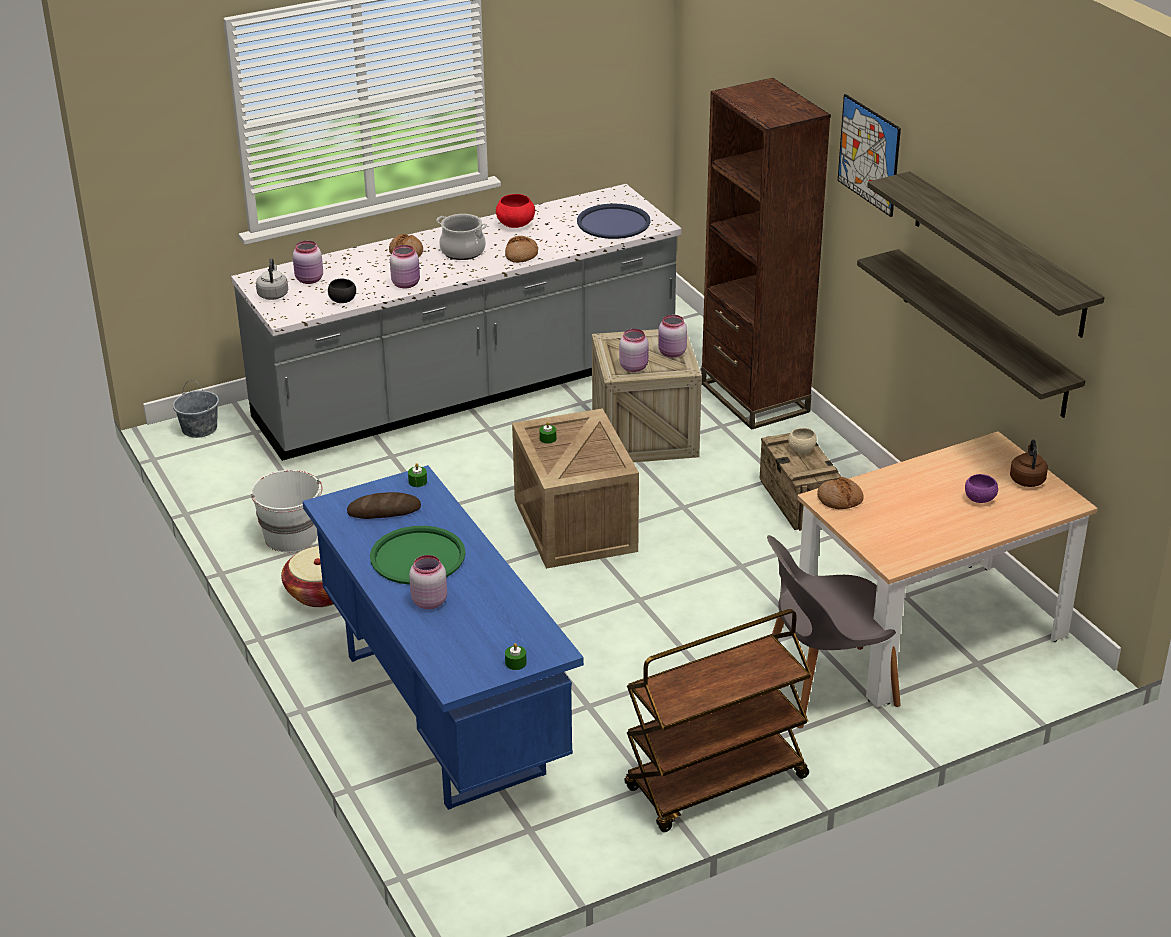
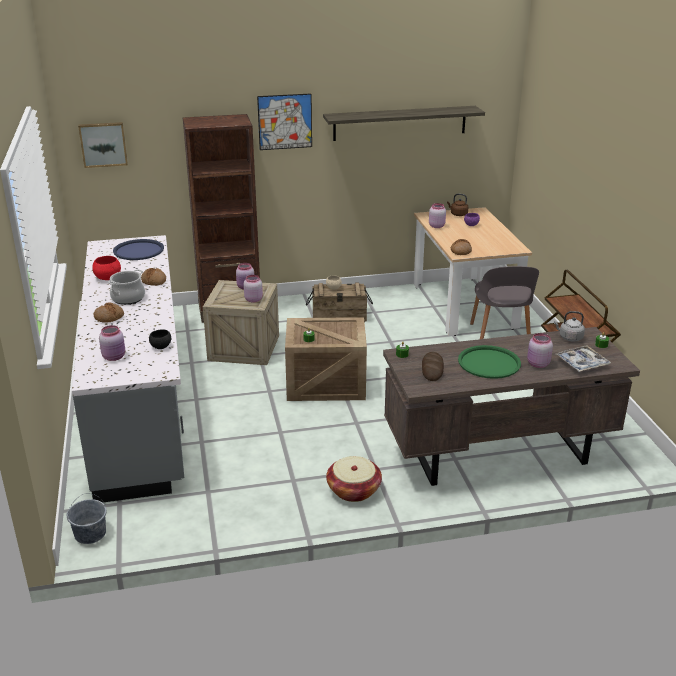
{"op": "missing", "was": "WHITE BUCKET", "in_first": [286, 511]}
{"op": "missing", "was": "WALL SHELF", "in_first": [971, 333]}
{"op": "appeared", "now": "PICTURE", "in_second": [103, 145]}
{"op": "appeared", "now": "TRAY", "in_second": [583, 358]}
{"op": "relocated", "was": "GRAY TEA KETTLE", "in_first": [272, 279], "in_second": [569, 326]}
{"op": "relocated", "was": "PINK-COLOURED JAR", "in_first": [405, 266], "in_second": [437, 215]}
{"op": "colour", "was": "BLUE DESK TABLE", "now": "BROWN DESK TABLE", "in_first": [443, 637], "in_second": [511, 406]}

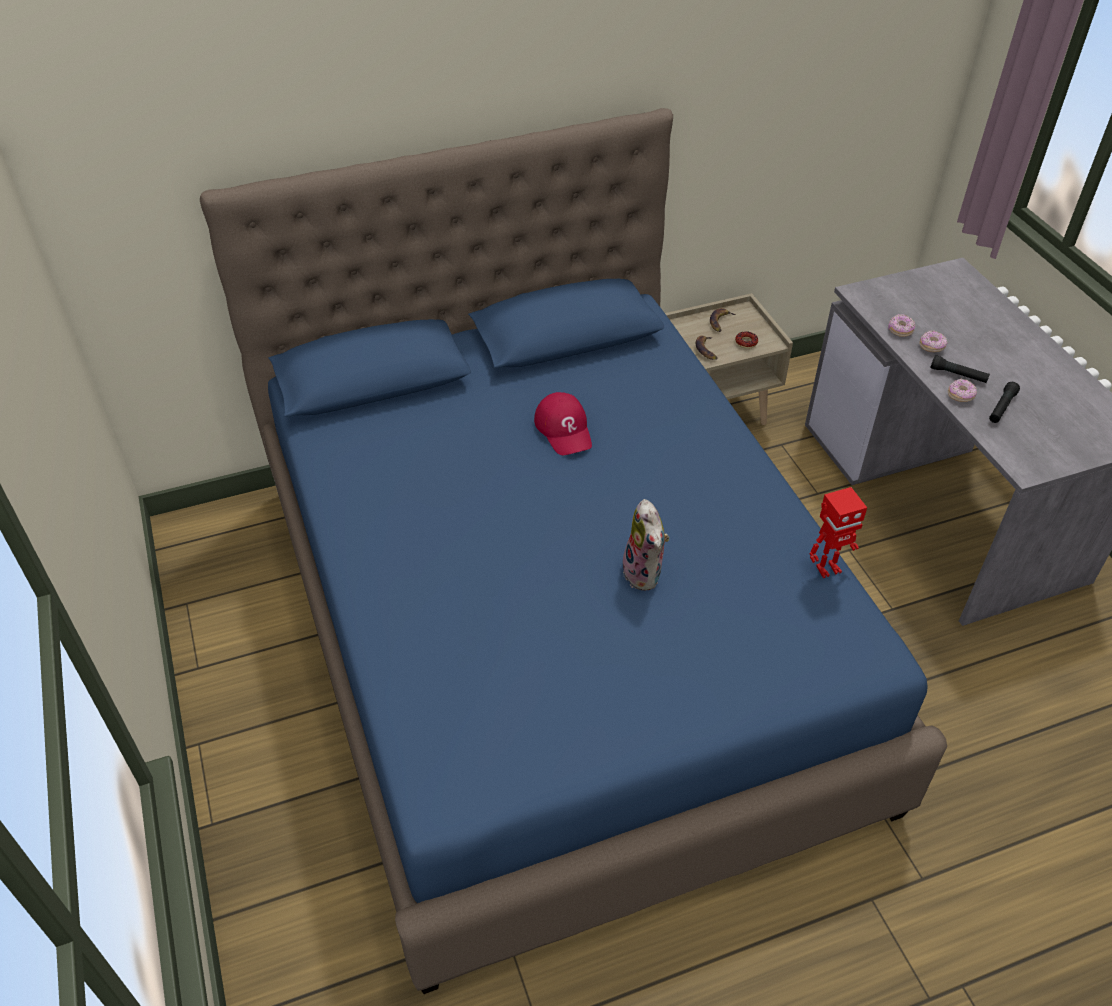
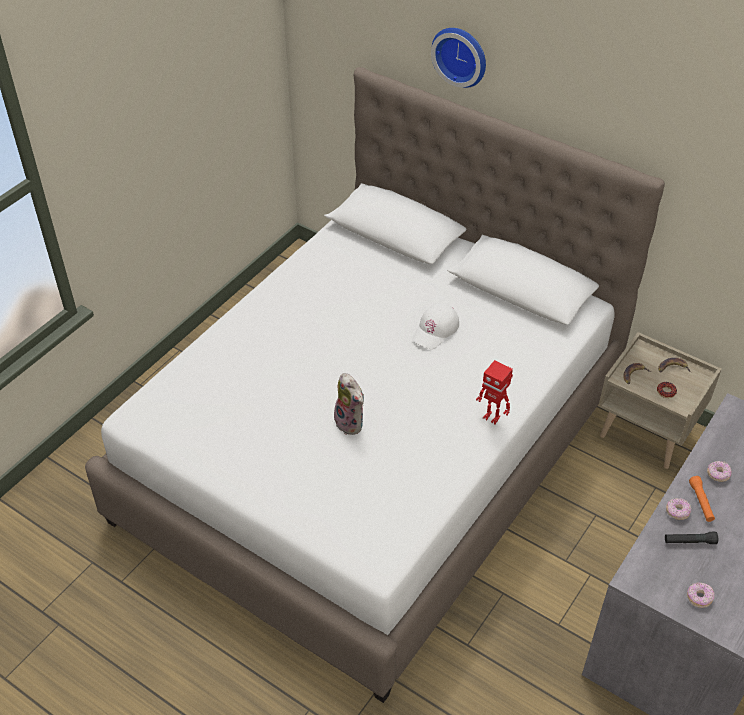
{"op": "appeared", "now": "CLOCK ON THE WALL", "in_second": [458, 58]}
{"op": "relocated", "was": "MODEL ROBOT", "in_first": [838, 532], "in_second": [494, 392]}
{"op": "relocated", "was": "DONUT", "in_first": [901, 325], "in_second": [701, 595]}
{"op": "colour", "was": "BLUE BEDROOM BED", "now": "WHITE BEDROOM BED", "in_first": [573, 551], "in_second": [375, 385]}
{"op": "colour", "was": "REDDISH CAP", "now": "WHITE CAP", "in_first": [563, 423], "in_second": [435, 326]}
{"op": "colour", "was": "BLACK HAND TORCH", "now": "ORANGEY HAND TORCH", "in_first": [960, 369], "in_second": [702, 499]}
{"op": "spun", "was": "CUDDLY TOY", "in_first": [644, 545], "in_second": [349, 404], "clockwise": -75}

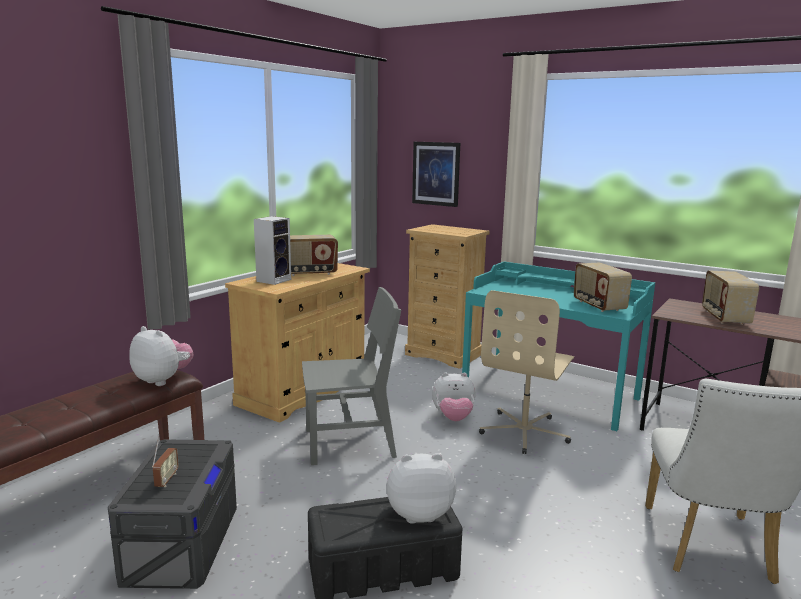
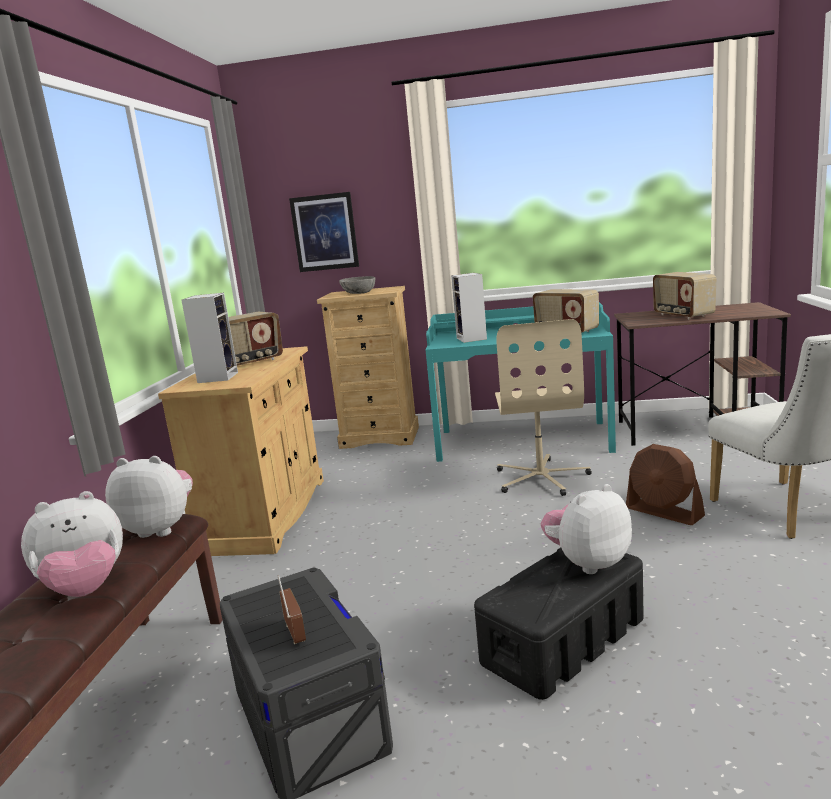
{"op": "missing", "was": "GRAY CHAIR", "in_first": [351, 376]}
{"op": "appeared", "now": "GRAY BOWL", "in_second": [357, 285]}
{"op": "appeared", "now": "AUDIO SPEAKER", "in_second": [469, 308]}
{"op": "appeared", "now": "BROWN COOLING FAN", "in_second": [665, 484]}
{"op": "relocated", "was": "CUDDLY TOY", "in_first": [453, 396], "in_second": [72, 544]}

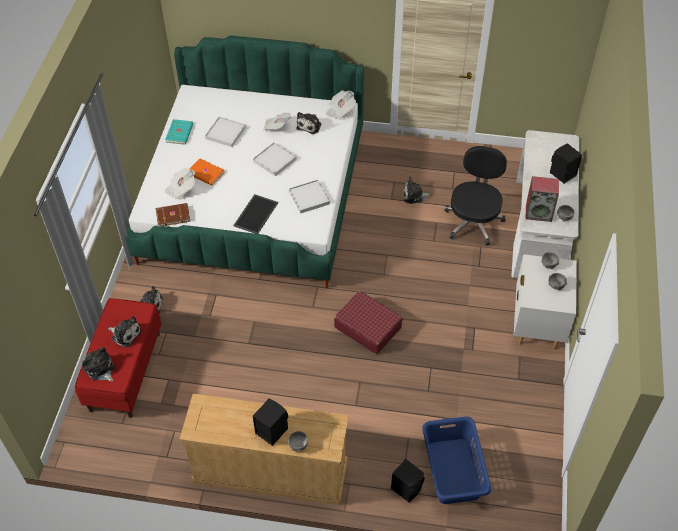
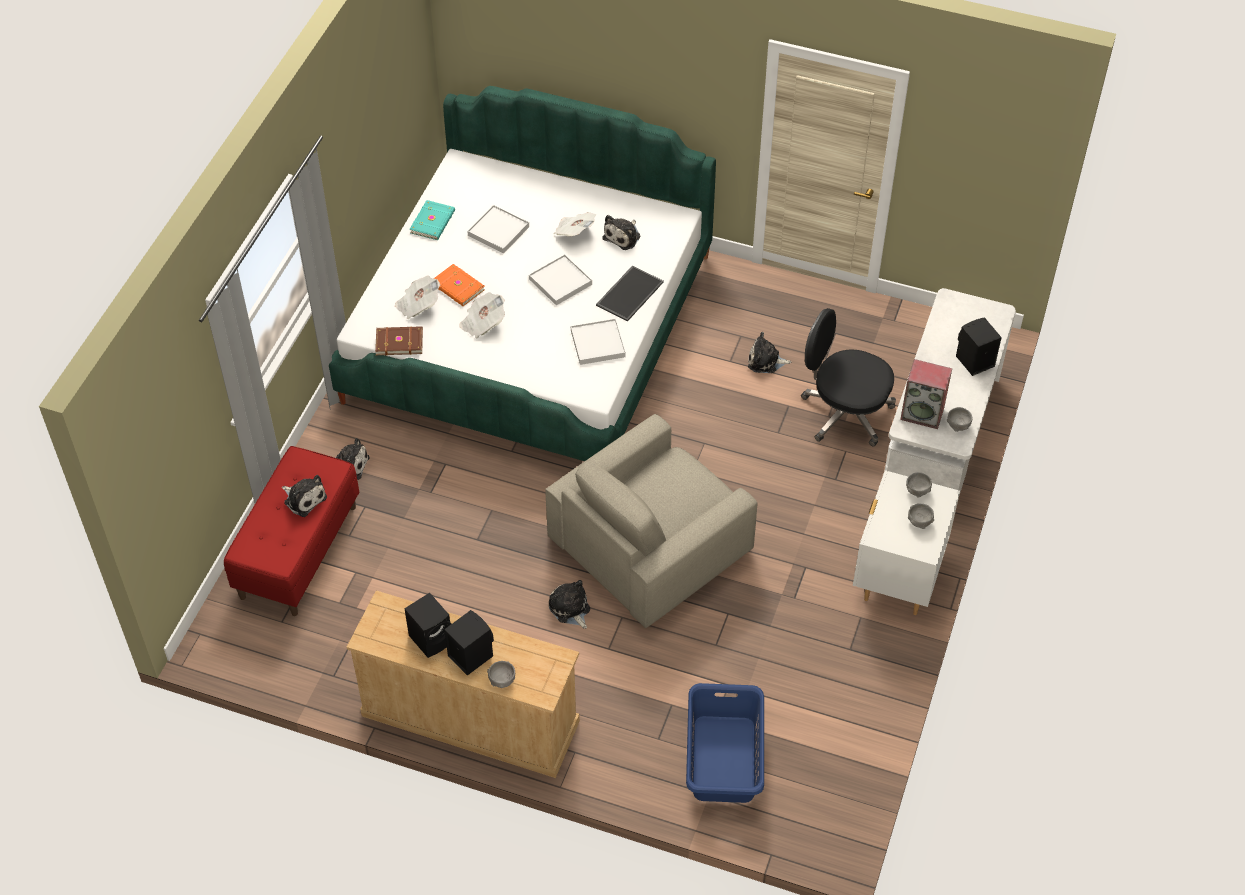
{"op": "relocated", "was": "CUDDLY TOY", "in_first": [98, 364], "in_second": [569, 604]}
{"op": "relocated", "was": "TRAY", "in_first": [255, 214], "in_second": [630, 293]}
{"op": "relocated", "was": "DAILY PAPER", "in_first": [341, 105], "in_second": [482, 315]}
{"op": "relocated", "was": "BLACK AUDIO SPEAKER", "in_first": [408, 480], "in_second": [428, 625]}
{"op": "exchanged", "was": "REDDISH SUITCASE", "now": "BEIGE LOUNGE CHAIR", "in_first": [368, 322], "in_second": [651, 521]}
{"op": "spun", "was": "BLACK OFFICE CHAIR", "in_first": [475, 196], "in_second": [848, 377], "clockwise": -90}

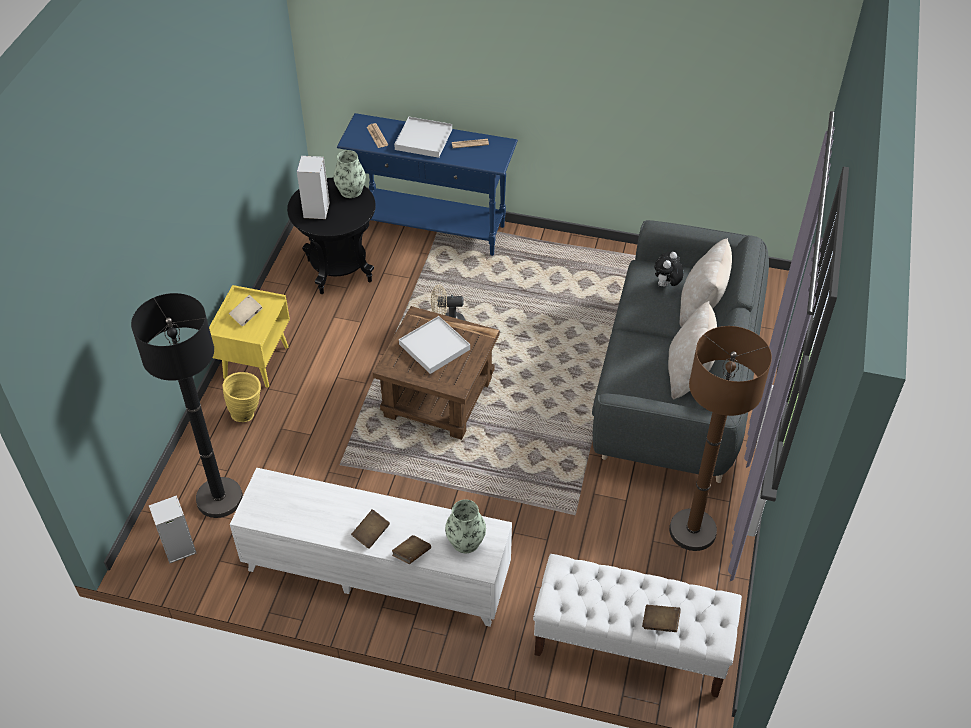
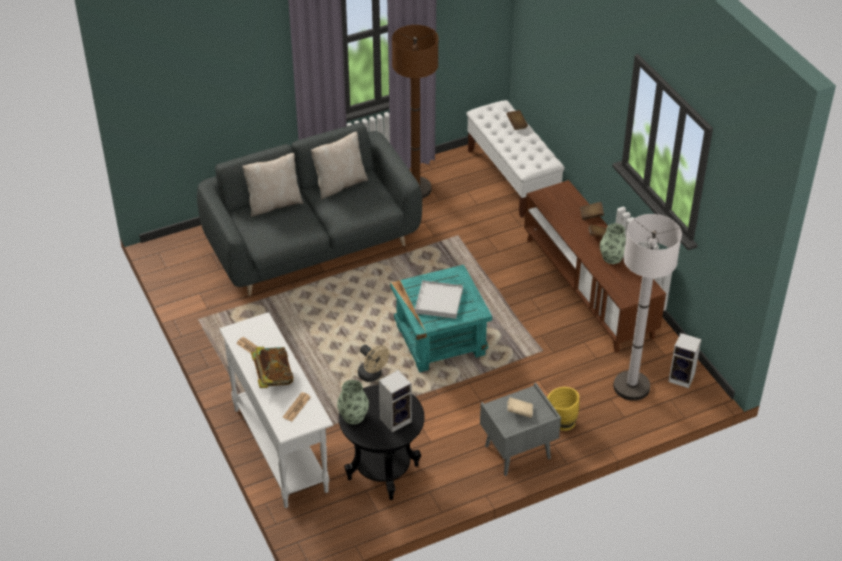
{"op": "missing", "was": "CUDDLY TOY", "in_first": [669, 269]}
{"op": "relocated", "was": "FLOWER VASE", "in_first": [465, 526], "in_second": [613, 243]}
{"op": "exchanged", "was": "WHITE TRAY", "now": "VOLUME", "in_first": [423, 137], "in_second": [272, 367]}
{"op": "colour", "was": "BLACK STANDING LAMP", "now": "WHITE STANDING LAMP", "in_first": [187, 405], "in_second": [647, 307]}
{"op": "colour", "was": "YELLOWISH NIGHT TABLE", "now": "GRAY NIGHT TABLE", "in_first": [249, 336], "in_second": [520, 429]}
{"op": "colour", "was": "WHITE TV STAND", "now": "BROWN TV STAND", "in_first": [371, 547], "in_second": [595, 266]}
{"op": "colour", "was": "BLUE HALL TABLE", "now": "WHITE HALL TABLE", "in_first": [427, 184], "in_second": [276, 410]}
{"op": "colour", "was": "BROWN END TABLE", "now": "TURQUOISE END TABLE", "in_first": [436, 373], "in_second": [441, 318]}

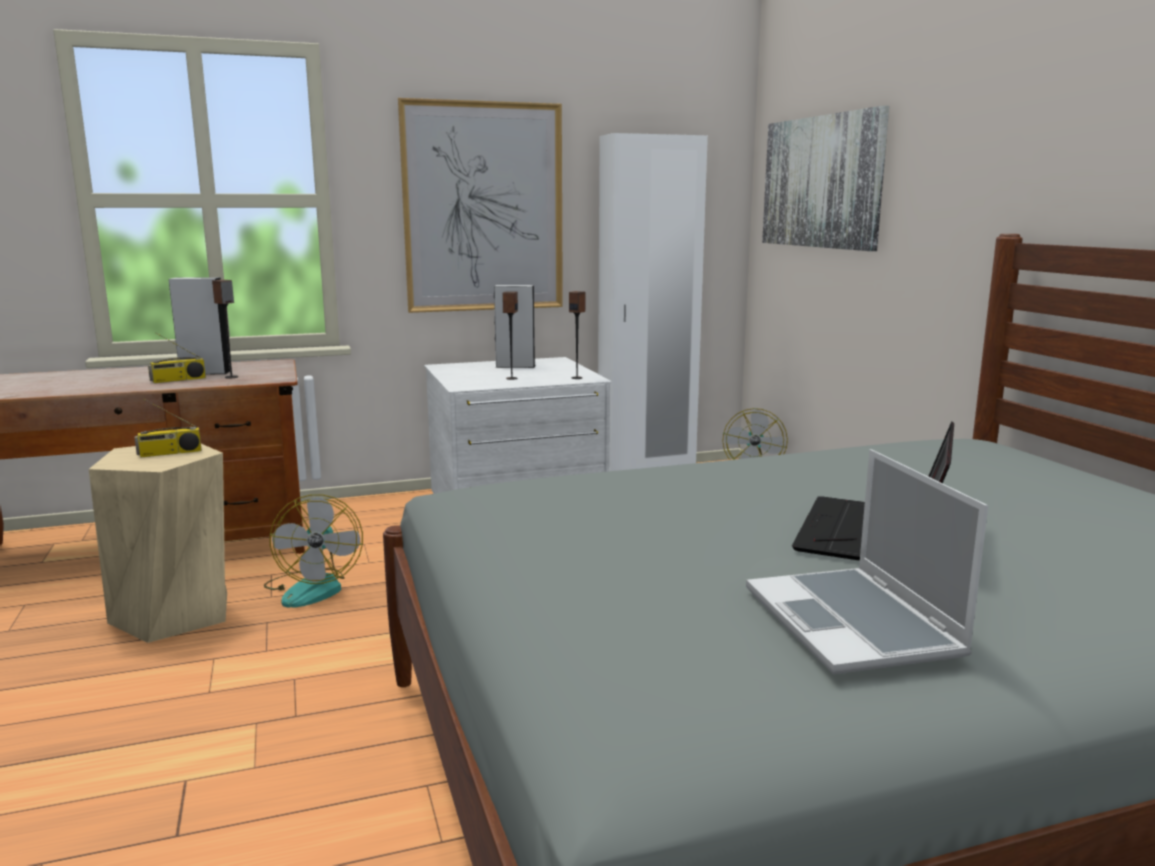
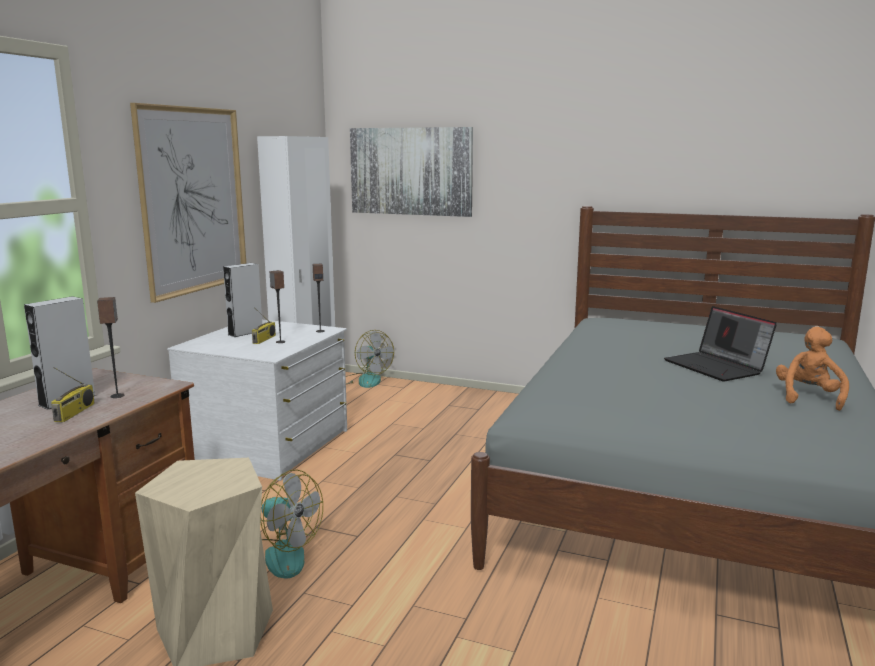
{"op": "relocated", "was": "RADIO SET", "in_first": [168, 428], "in_second": [264, 325]}
{"op": "exchanged", "was": "LAPTOP", "now": "ORANGEY CUDDLY TOY", "in_first": [867, 561], "in_second": [812, 368]}

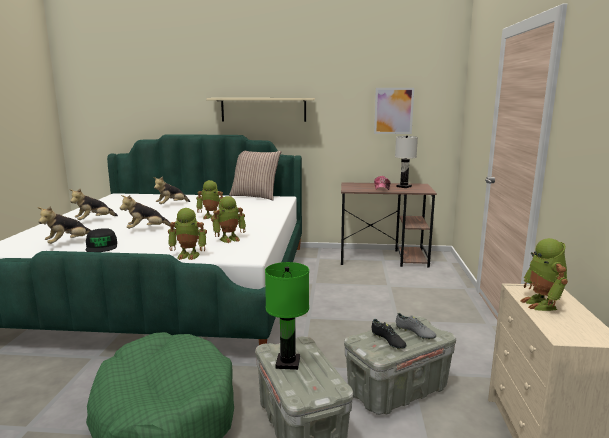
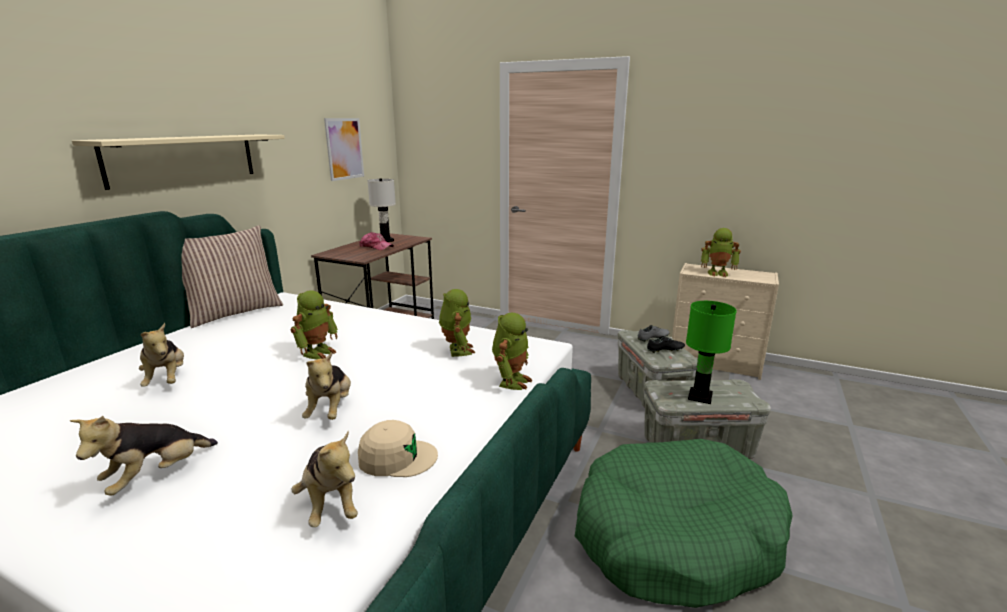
{"op": "colour", "was": "BLACK CAP", "now": "BEIGE CAP", "in_first": [101, 240], "in_second": [398, 448]}
{"op": "spun", "was": "CUDDLY TOY", "in_first": [93, 204], "in_second": [144, 456], "clockwise": 60}

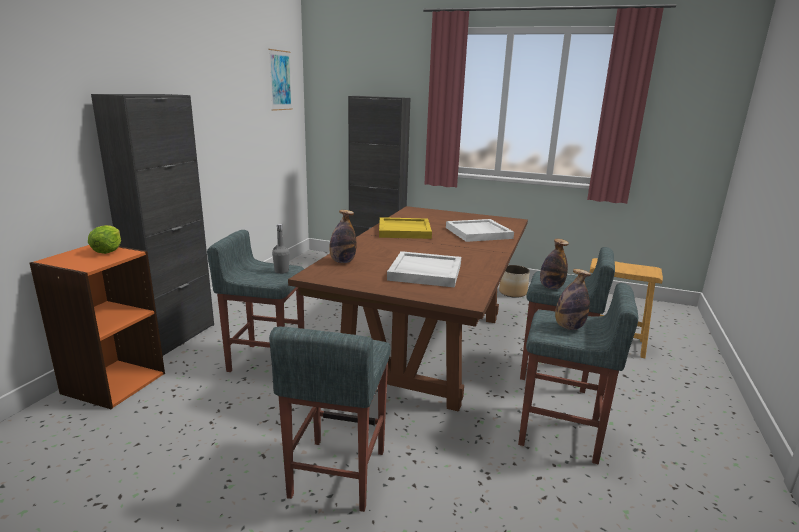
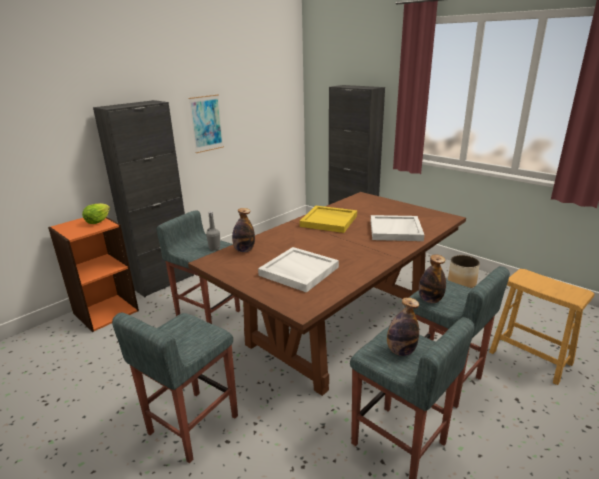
{"op": "relocated", "was": "PICTURE", "in_first": [281, 80], "in_second": [206, 123]}

